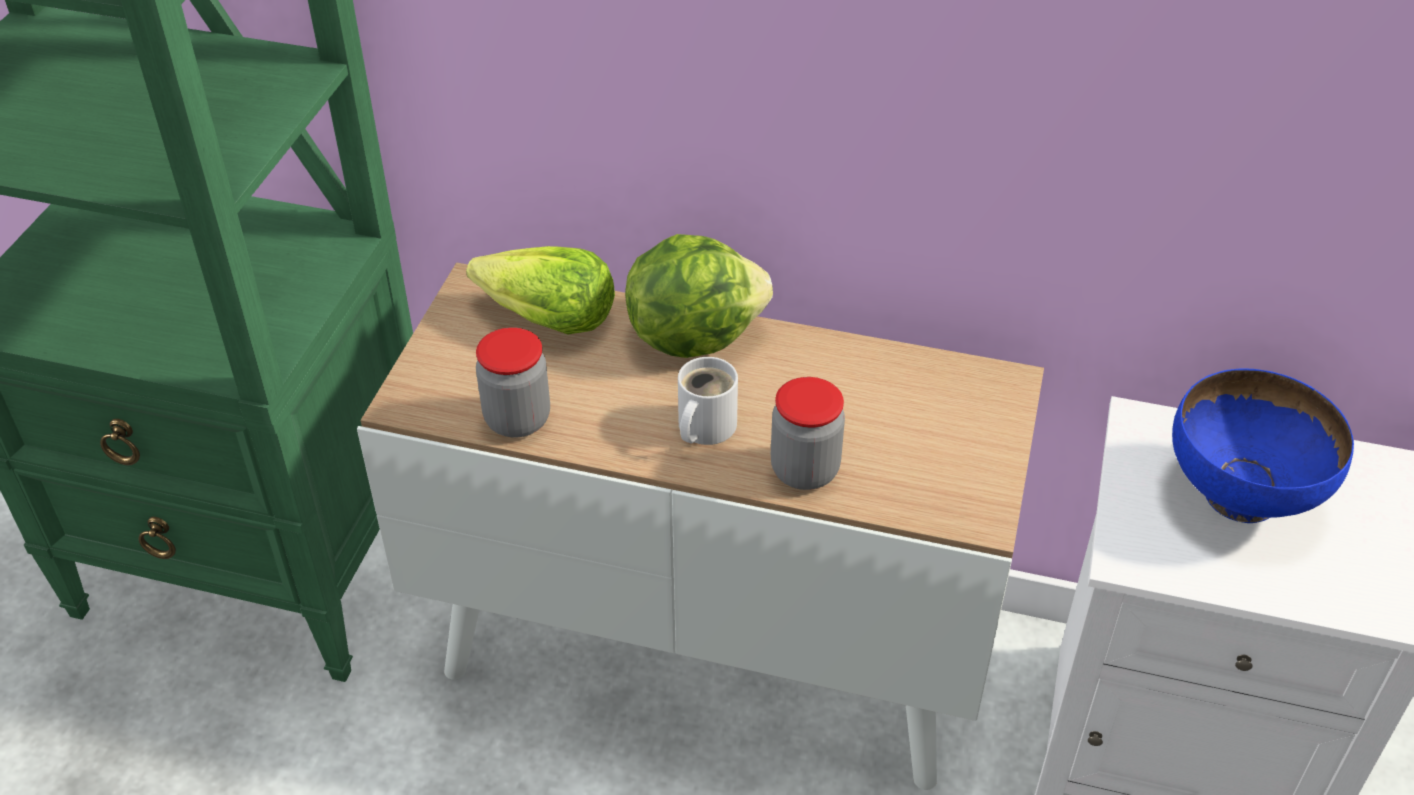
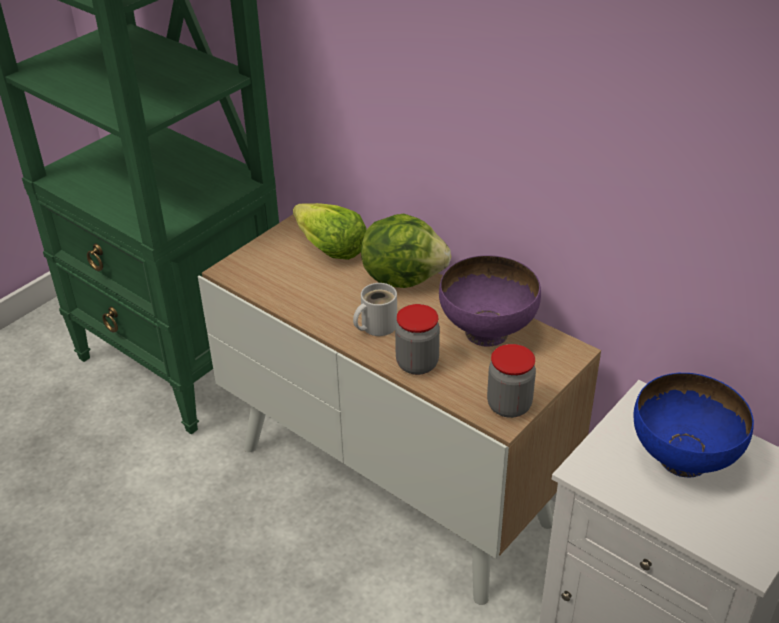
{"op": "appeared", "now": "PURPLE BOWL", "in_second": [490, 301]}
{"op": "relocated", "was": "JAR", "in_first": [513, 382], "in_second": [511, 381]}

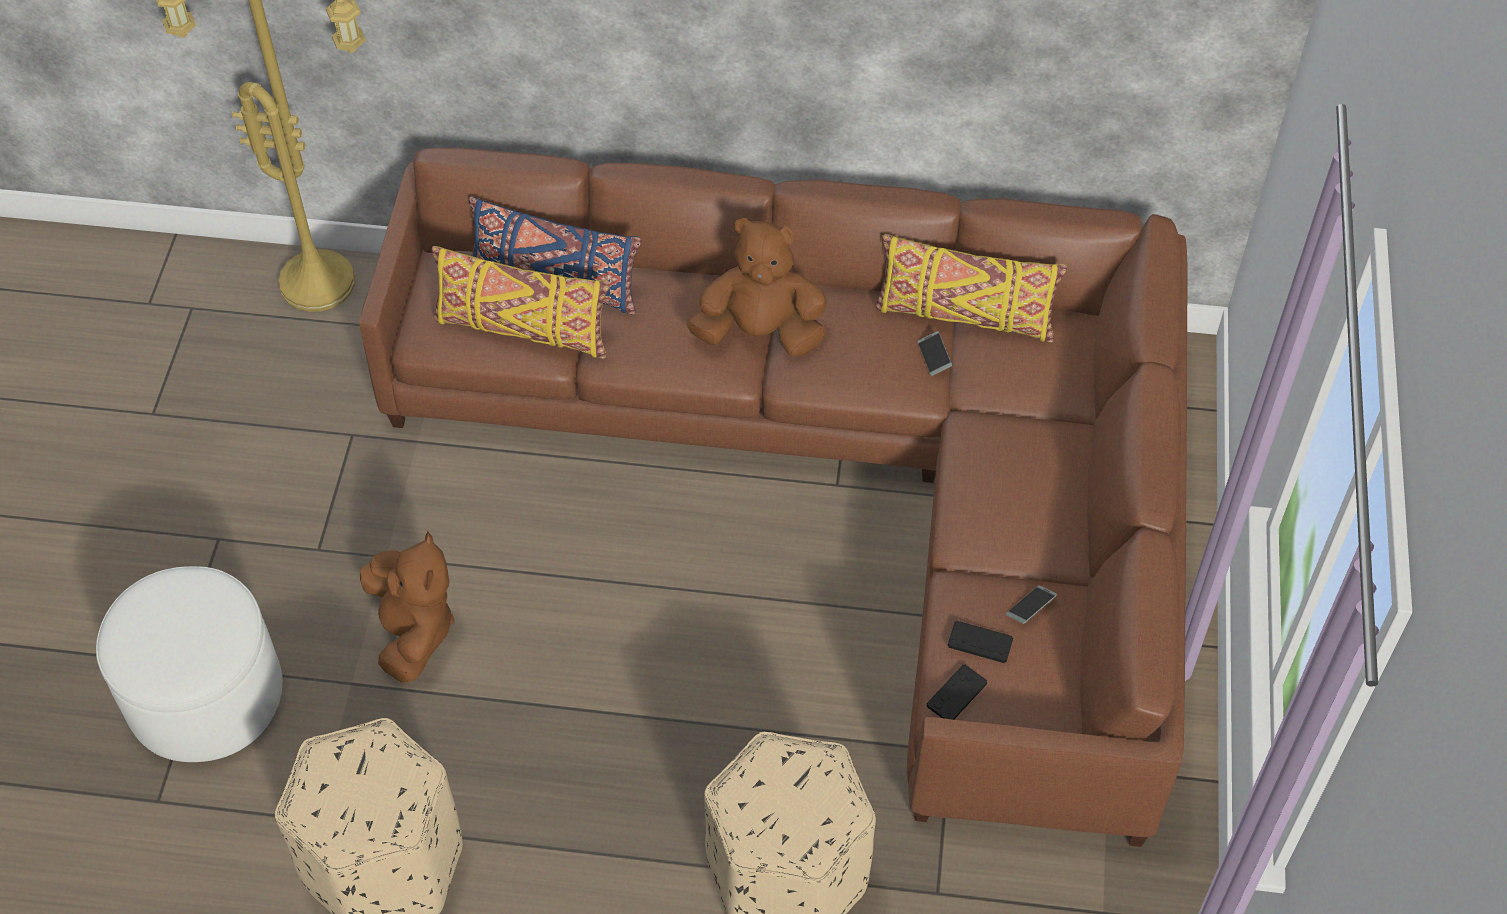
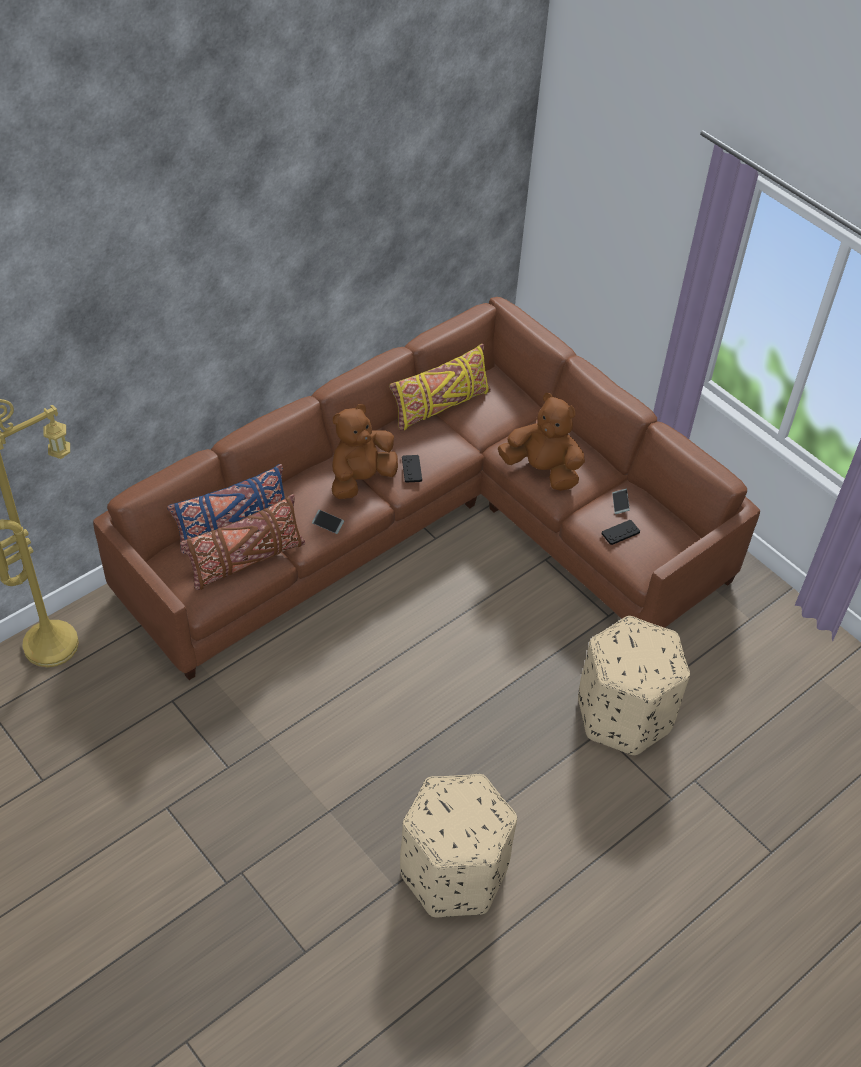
{"op": "missing", "was": "WHITE OTTOMAN", "in_first": [189, 664]}
{"op": "relocated", "was": "BROWN CUDDLY TOY", "in_first": [407, 606], "in_second": [541, 442]}
{"op": "relocated", "was": "TELEPHONE", "in_first": [935, 353], "in_second": [328, 522]}
{"op": "relocated", "was": "BLACK GAMEPAD", "in_first": [957, 692], "in_second": [412, 469]}
{"op": "colour", "was": "YELLOWISH THROW PILLOW", "now": "BROWN THROW PILLOW", "in_first": [521, 302], "in_second": [242, 542]}

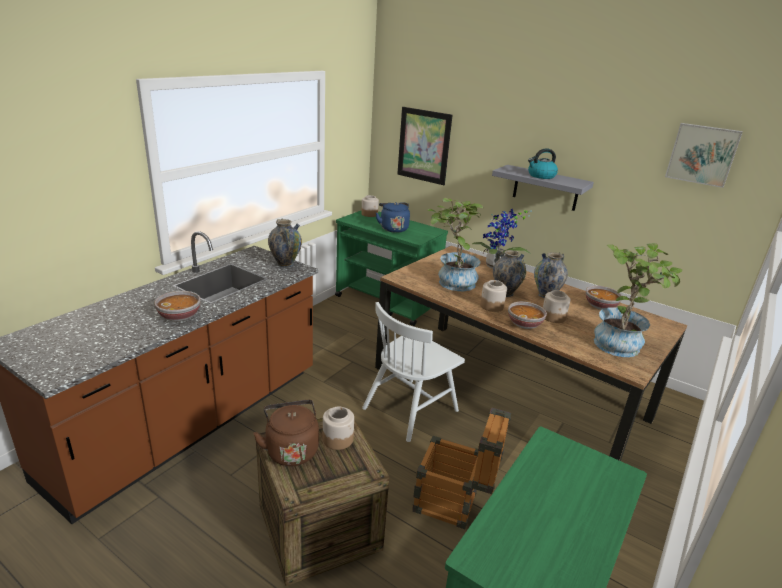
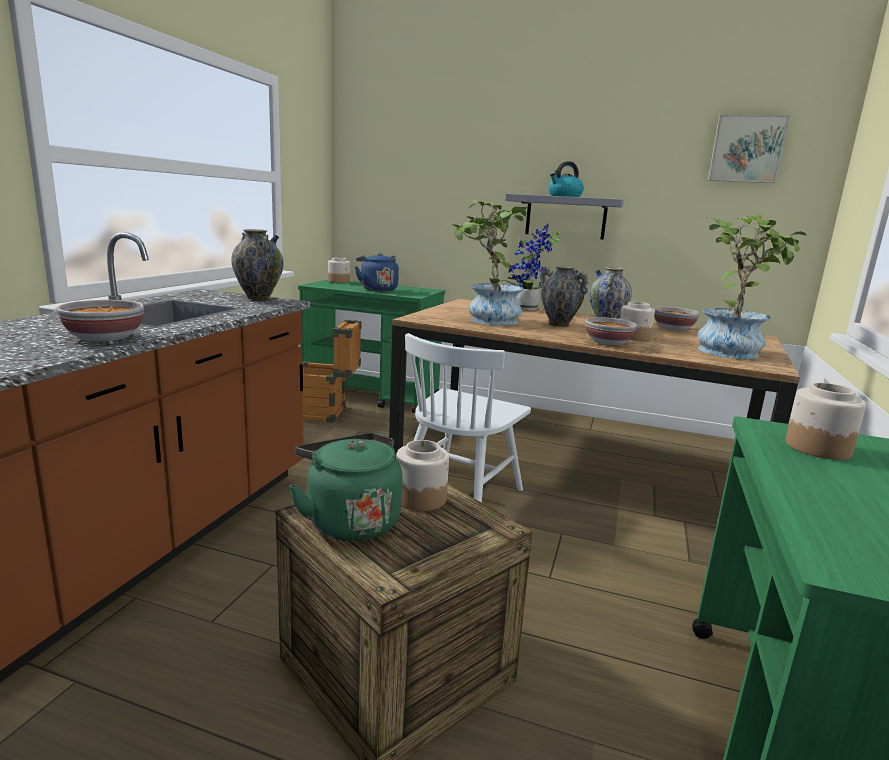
{"op": "missing", "was": "PICTURE", "in_first": [424, 146]}
{"op": "relocated", "was": "PACKING CRATE", "in_first": [461, 468], "in_second": [332, 371]}
{"op": "relocated", "was": "JAR", "in_first": [493, 296], "in_second": [825, 421]}
{"op": "colour", "was": "BROWN TEA KETTLE", "now": "GREENISH TEA KETTLE", "in_first": [286, 433], "in_second": [345, 487]}

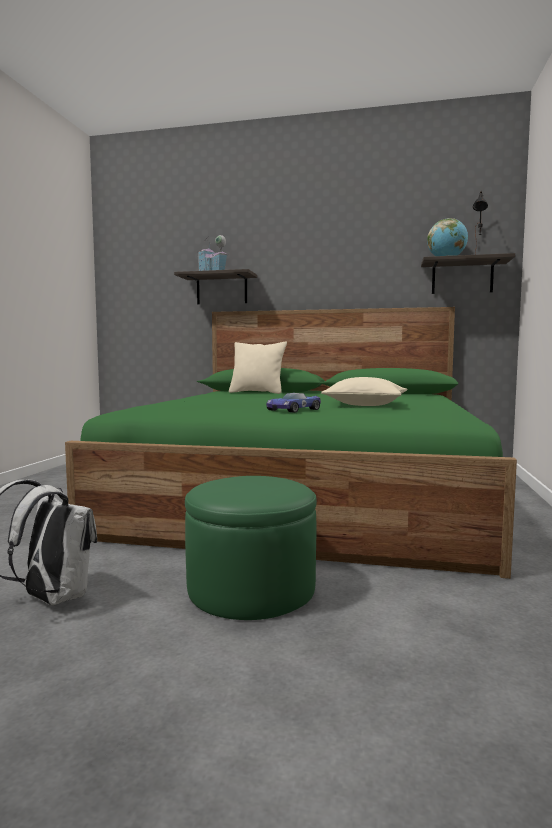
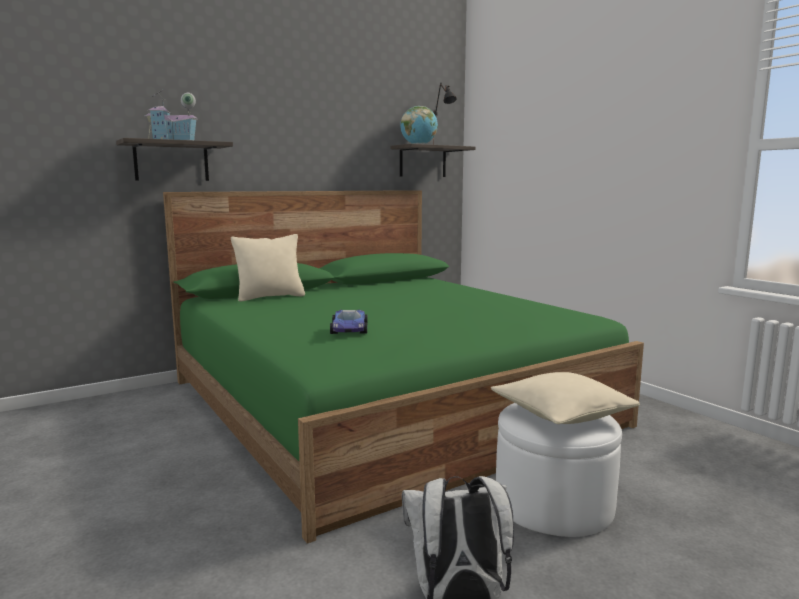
{"op": "relocated", "was": "TOY CAR", "in_first": [293, 403], "in_second": [348, 322]}
{"op": "relocated", "was": "BEIGE THROW PILLOW", "in_first": [364, 391], "in_second": [565, 398]}
{"op": "colour", "was": "GREENISH OTTOMAN", "now": "WHITE OTTOMAN", "in_first": [251, 548], "in_second": [559, 470]}

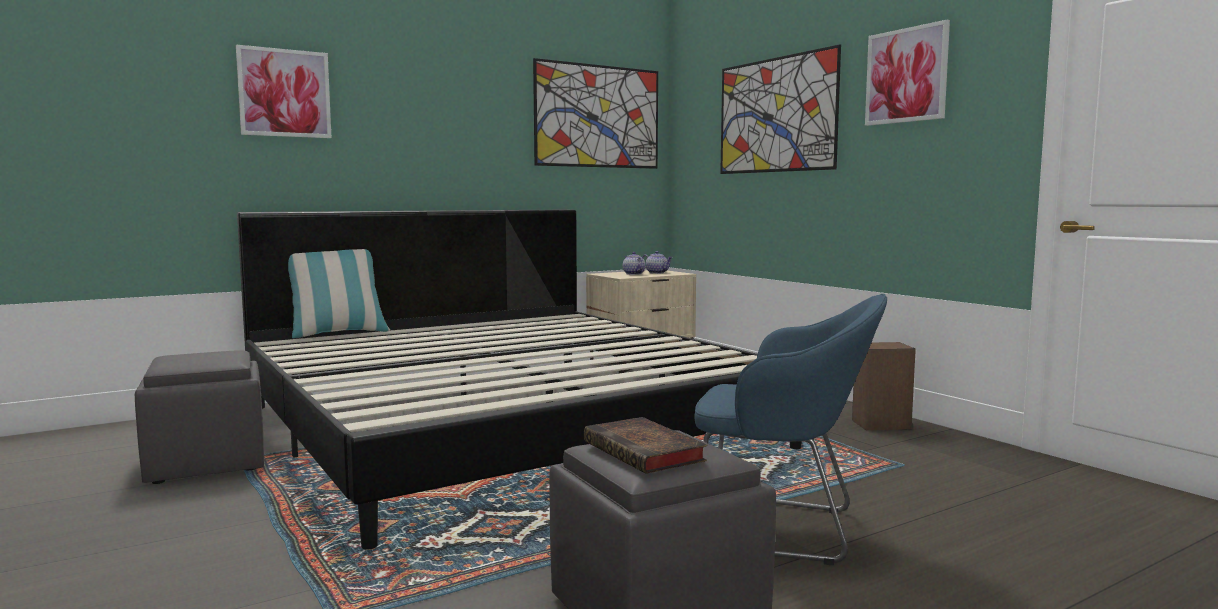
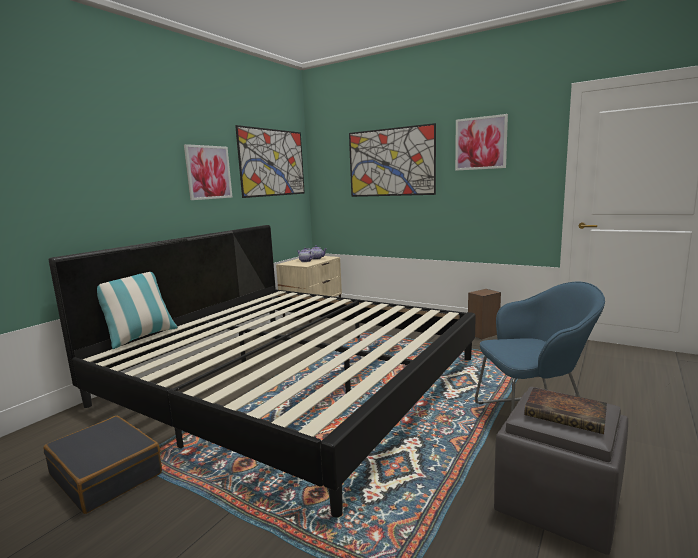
{"op": "relocated", "was": "PICTURE", "in_first": [283, 91], "in_second": [208, 172]}
{"op": "exchanged", "was": "GRAY OTTOMAN", "now": "BLACK SUITCASE", "in_first": [199, 417], "in_second": [103, 465]}

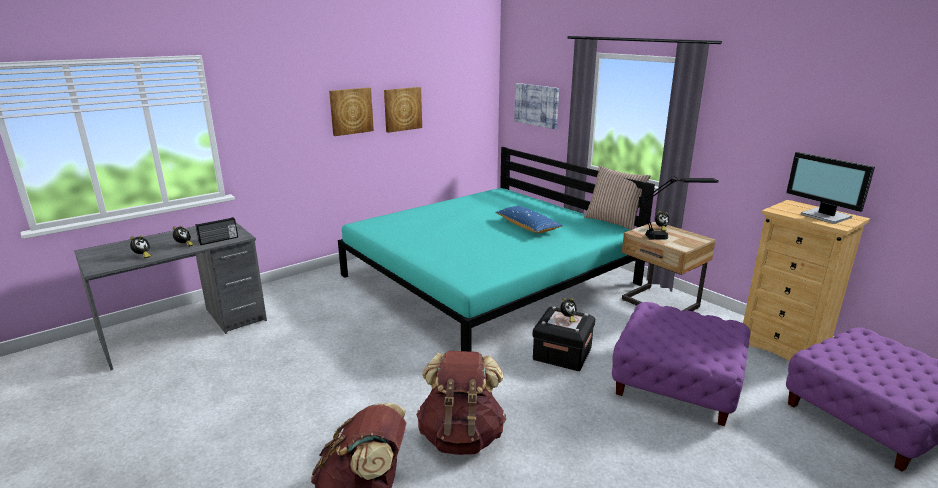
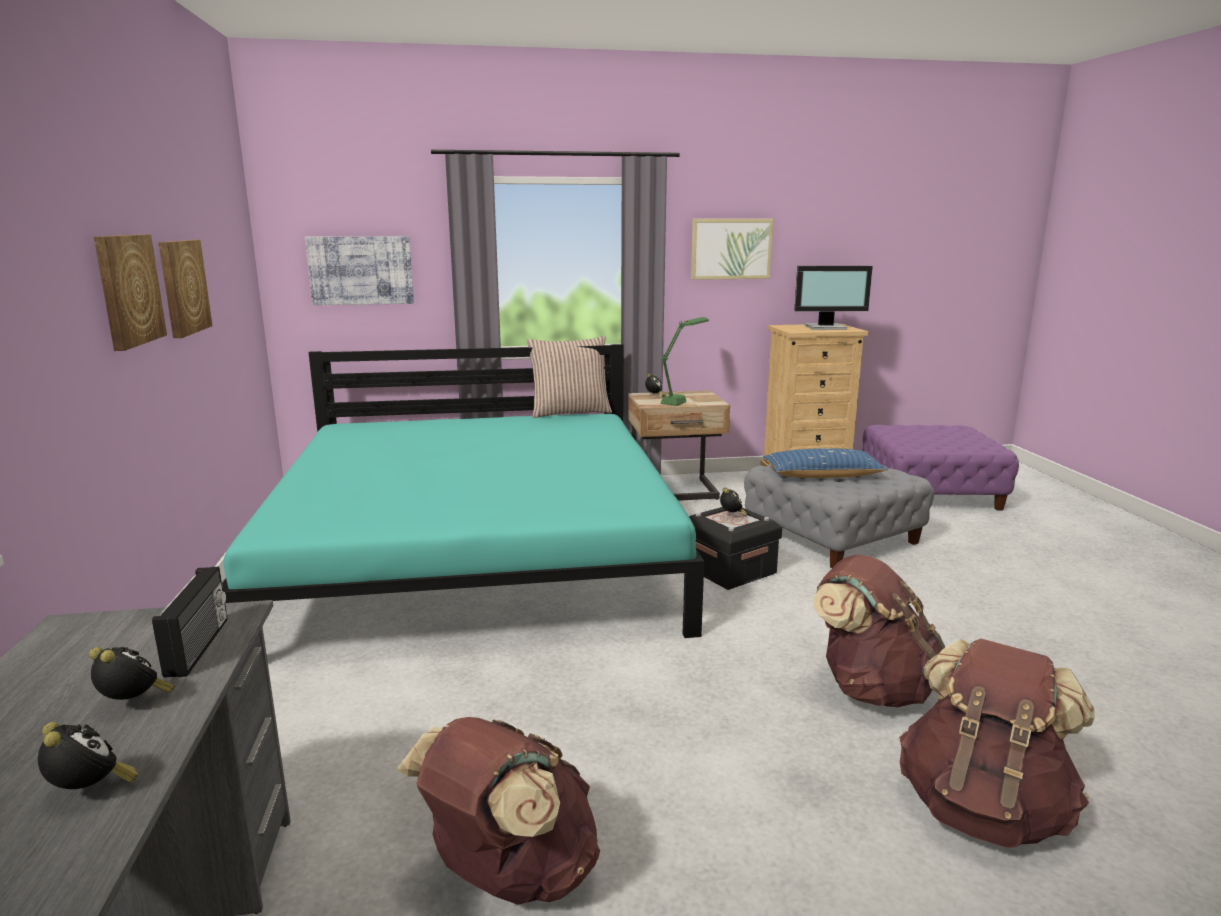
{"op": "appeared", "now": "BROWN RUCKSACK", "in_second": [498, 811]}
{"op": "appeared", "now": "PICTURE", "in_second": [732, 249]}
{"op": "relocated", "was": "BLUE THROW PILLOW", "in_first": [529, 219], "in_second": [826, 463]}
{"op": "colour", "was": "PURPLE OTTOMAN", "now": "GRAY OTTOMAN", "in_first": [681, 364], "in_second": [839, 516]}
{"op": "colour", "was": "BLACK TABLE LAMP", "now": "GREENISH TABLE LAMP", "in_first": [679, 208], "in_second": [685, 361]}

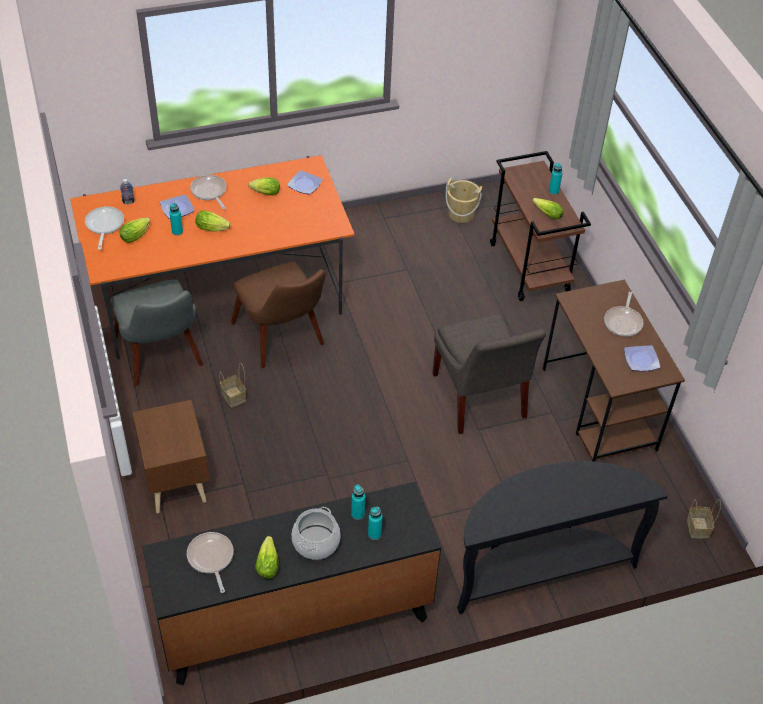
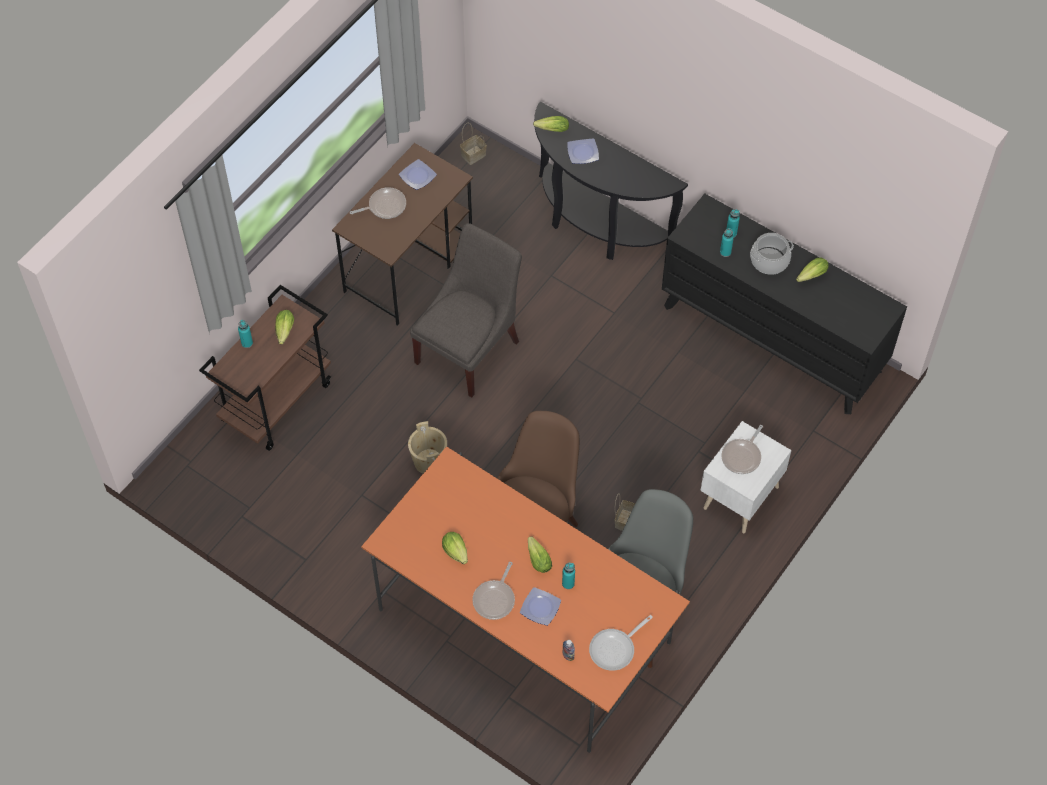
{"op": "relocated", "was": "HEAD OF LETTUCE", "in_first": [135, 230], "in_second": [551, 124]}
{"op": "relocated", "was": "PAN", "in_first": [210, 562], "in_second": [742, 449]}
{"op": "relocated", "was": "FLAT DISH", "in_first": [305, 182], "in_second": [583, 151]}
{"op": "relocated", "was": "BEIGE BUCKET", "in_first": [464, 200], "in_second": [427, 447]}
{"op": "colour", "was": "BROWN NIGHT TABLE", "now": "WHITE NIGHT TABLE", "in_first": [170, 456], "in_second": [745, 477]}

